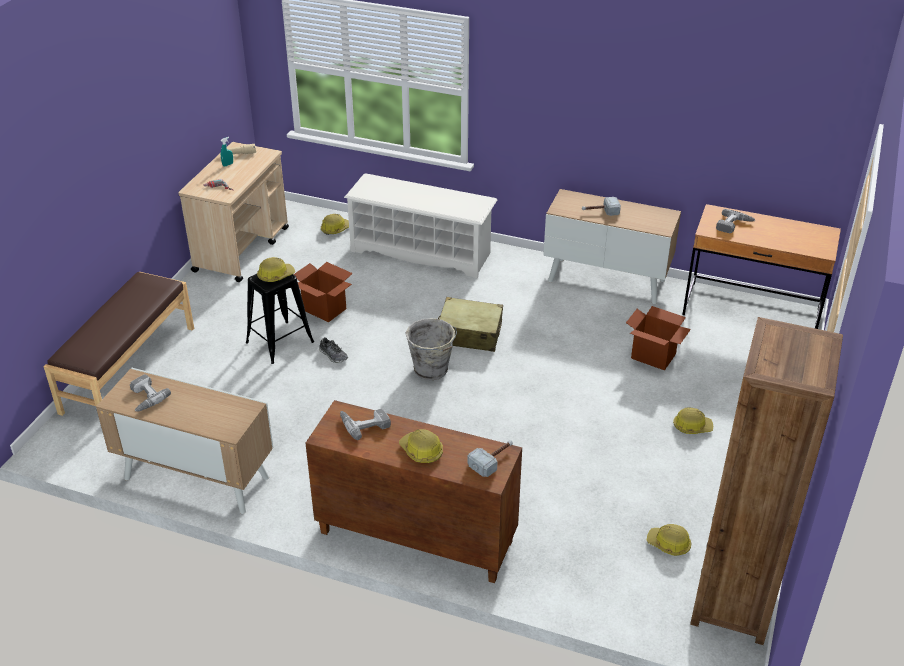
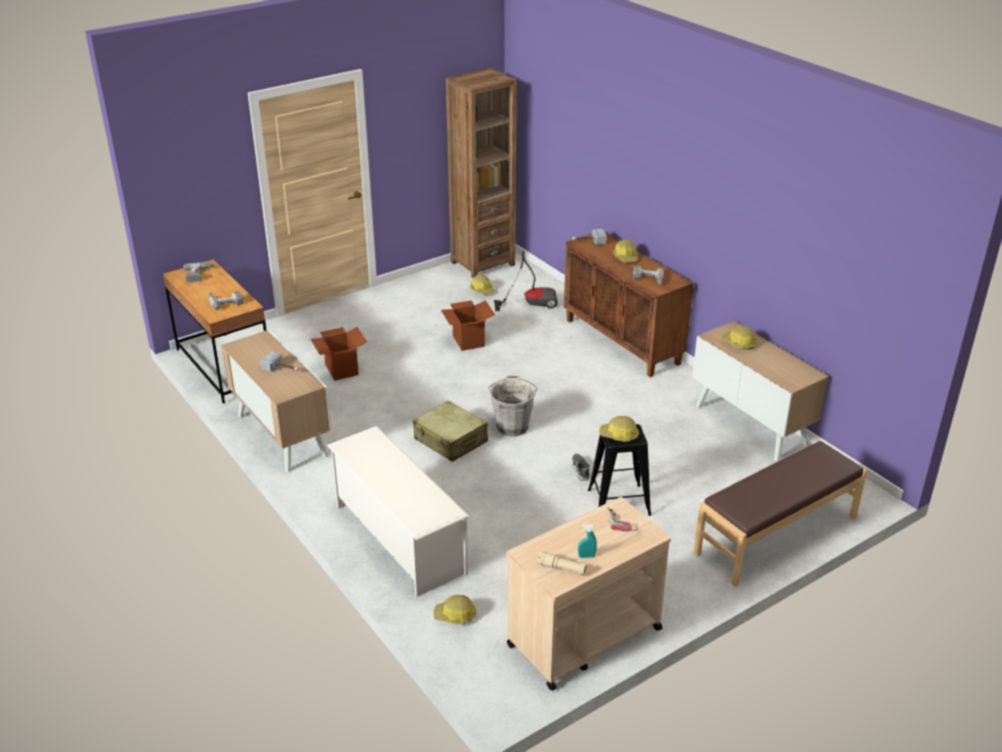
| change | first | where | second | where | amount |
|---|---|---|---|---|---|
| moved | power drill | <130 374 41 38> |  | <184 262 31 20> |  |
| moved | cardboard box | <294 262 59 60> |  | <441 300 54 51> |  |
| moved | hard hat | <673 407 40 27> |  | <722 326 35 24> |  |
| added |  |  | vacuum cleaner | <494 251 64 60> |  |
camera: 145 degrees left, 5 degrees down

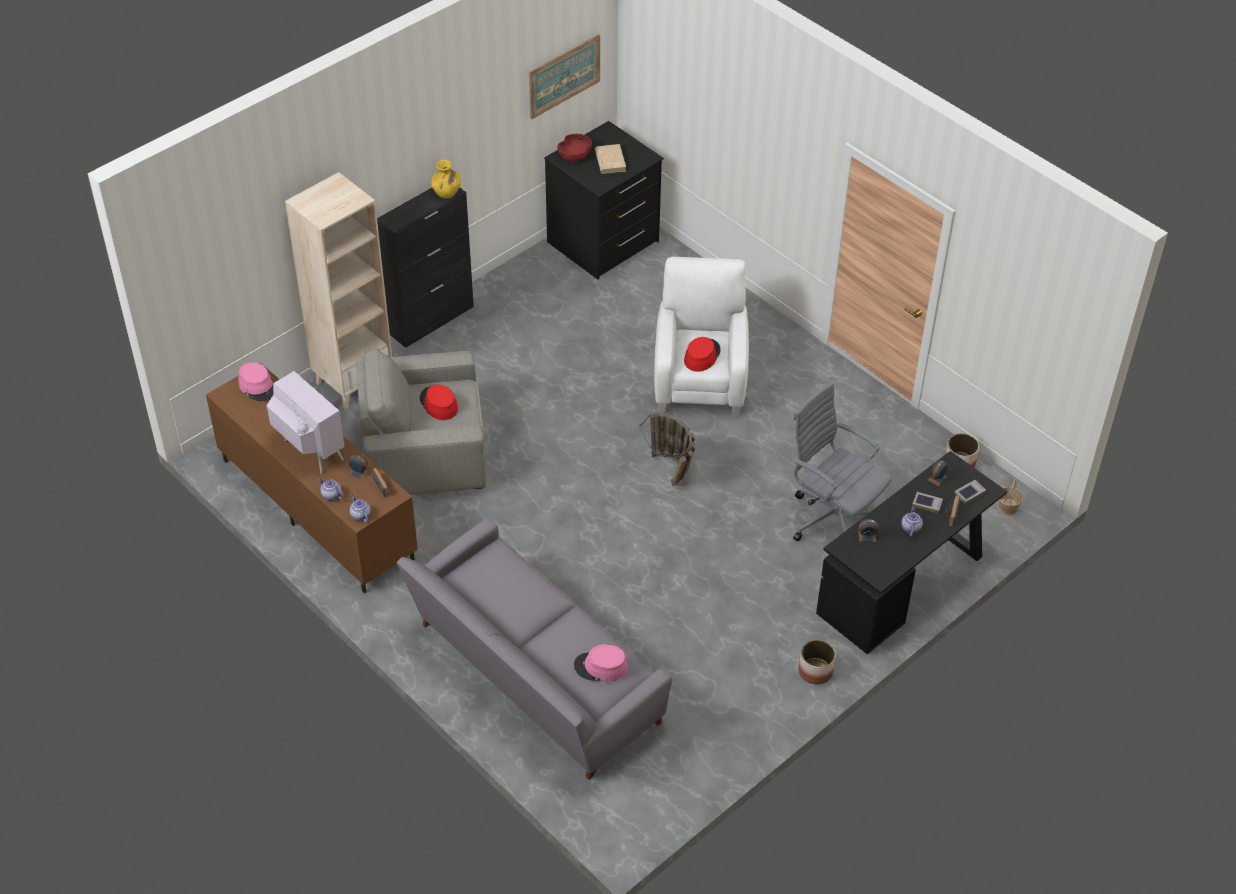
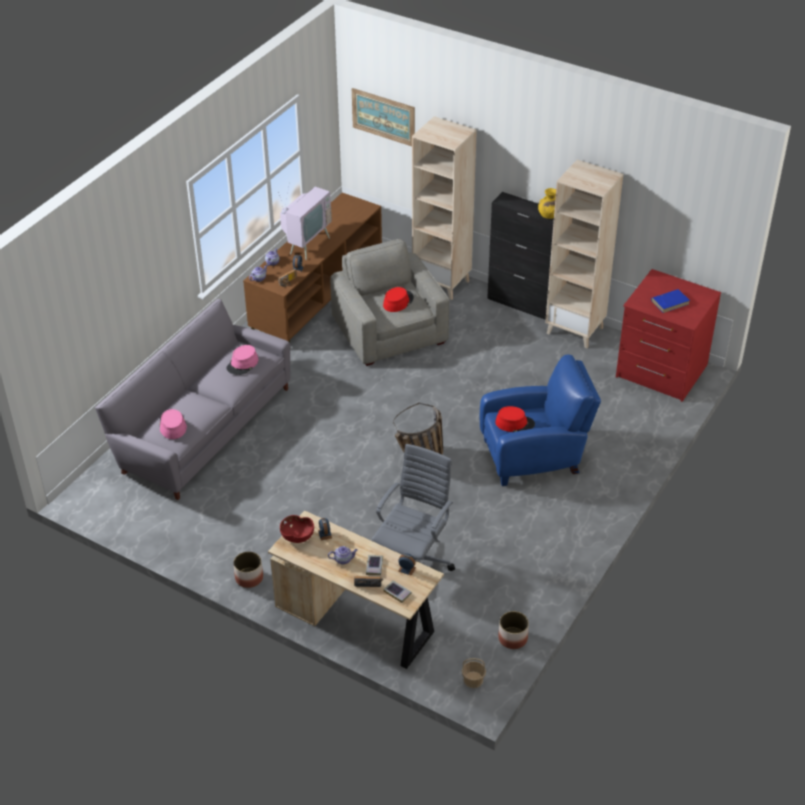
| change | first | where | second | where | amount |
|---|---|---|---|---|---|
| moved | hat (pink) | <238 362 36 39> |  | <227 345 31 30> |  |
| moved | picture | <529 34 71 85> |  | <352 88 63 58> |  |
| recoloured | dresser (black) | <544 121 120 159> | dresser (red) | <616 269 105 133> |  |
| moved | bowl (red) | <557 134 35 28> |  | <280 515 34 28> |  |
| recoloured | book (beige) | <595 144 31 30> | book (blue) | <651 289 39 24> |  |
| recoloured | armchair (white) | <654 257 95 159> | armchair (blue) | <480 354 121 132> |  |
| recoloured | desk (black) | <816 451 191 203> | desk (beige) | <268 510 176 159> |  |
| added |  |  | bookcase (beige) | <545 160 78 188> |  |
camera: 75 degrees right, 5 degrees down

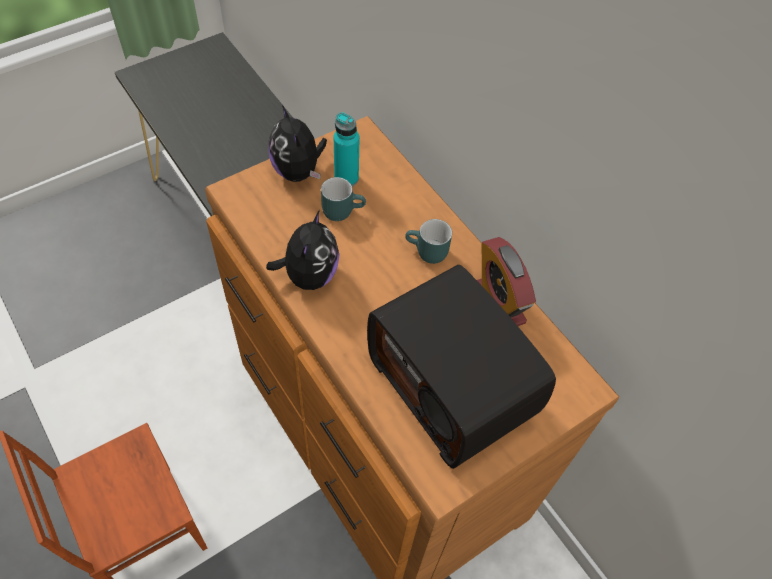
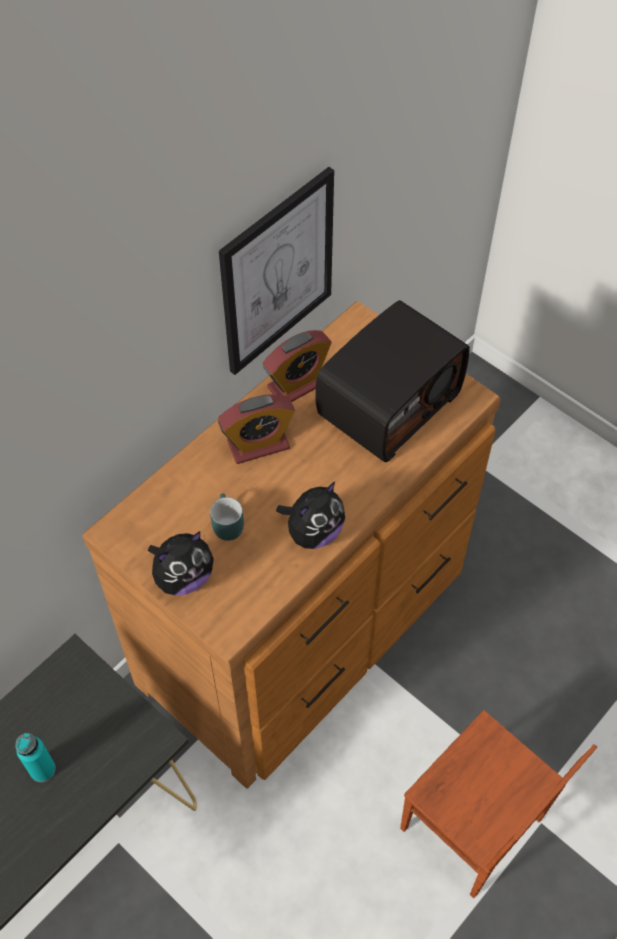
| change | first | where | second | where | amount |
|---|---|---|---|---|---|
| turned | plush toy | <266 210 74 80> |  | <276 482 69 67> | 135 degrees clockwise |
| moved | bottle (turquoise) | <334 112 26 75> |  | <15 733 41 49> |  |
| replaced | mug (turquoise) | <405 219 47 45> | alarm clock | <218 394 77 70> |  |
| added |  |  | picture | <219 167 115 208> |  |
camera: 100 degrees left, 0 degrees up

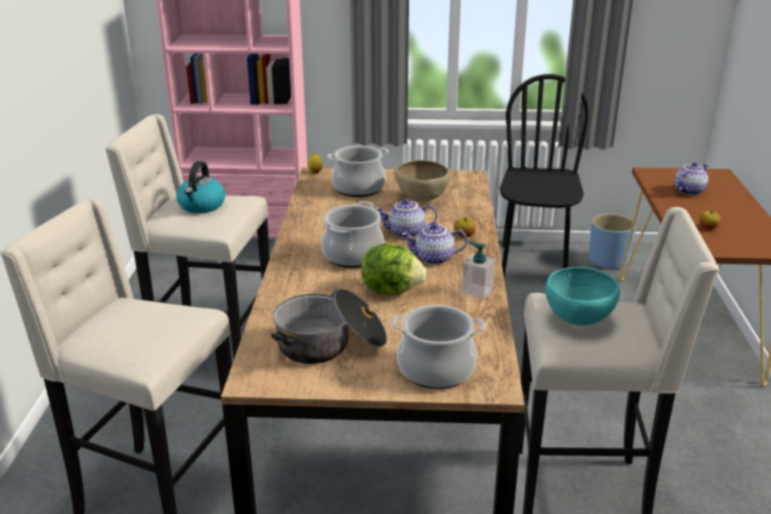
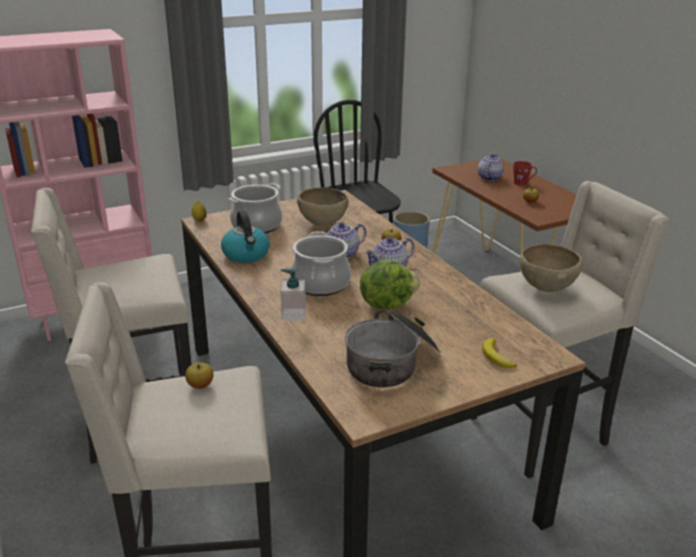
| change | first | where | second | where | amount |
|---|---|---|---|---|---|
| moved | kettle | <176 161 49 52> |  | <221 210 49 53> |  |
| replaced | cooking pot | <391 305 94 84> | banana | <482 338 35 30> |  |
| moved | soap dispenser | <462 241 33 58> |  | <280 269 26 51> |  |
| recoloured | bowl (turquoise) | <545 267 75 59> | bowl (brown) | <520 244 63 48> |  |
| added |  |  | apple | <185 362 28 27> |  |
| added |  |  | mug (red) | <513 161 24 25> |  |
camera: 30 degrees left, 0 degrees up

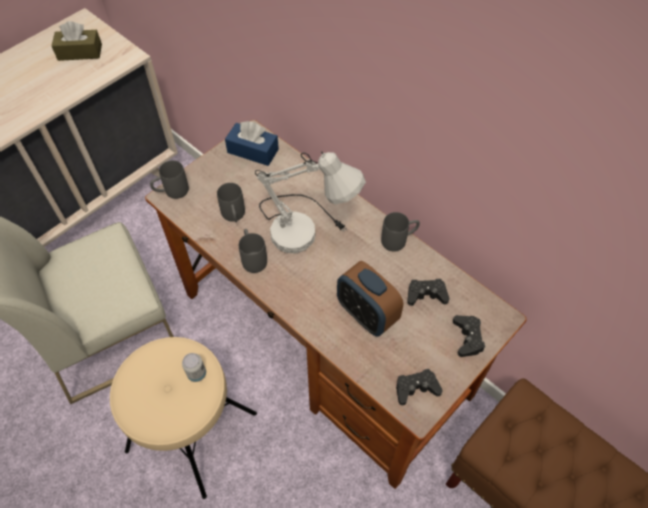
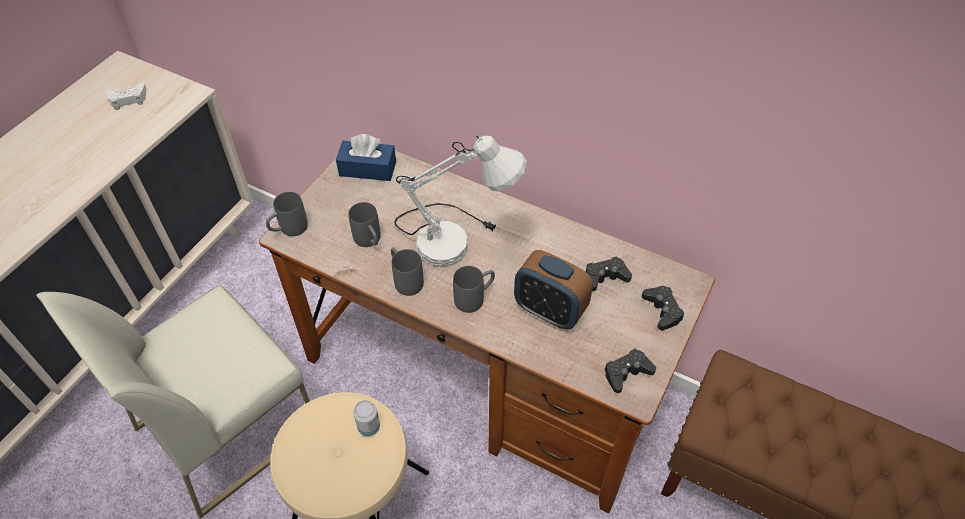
| change | first | where | second | where | amount |
|---|---|---|---|---|---|
| replaced | tissue box (brown) | <52 21 50 40> | game controller (white) | <106 83 40 27> |  |
| moved | mug (grey) | <381 212 39 40> |  | <453 266 42 47> |  |
camera: 15 degrees left, 5 degrees down

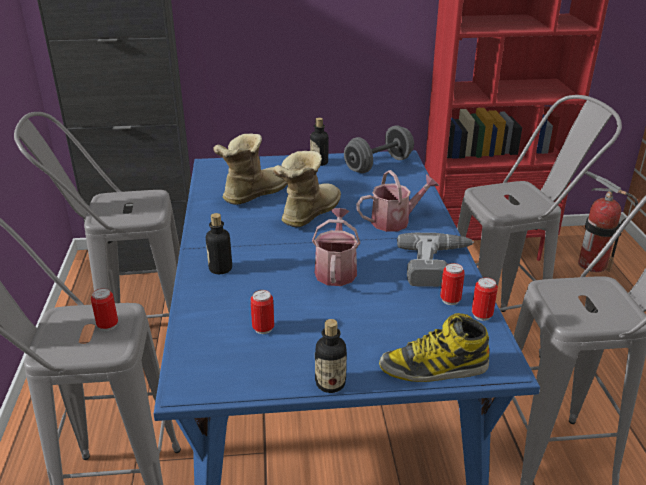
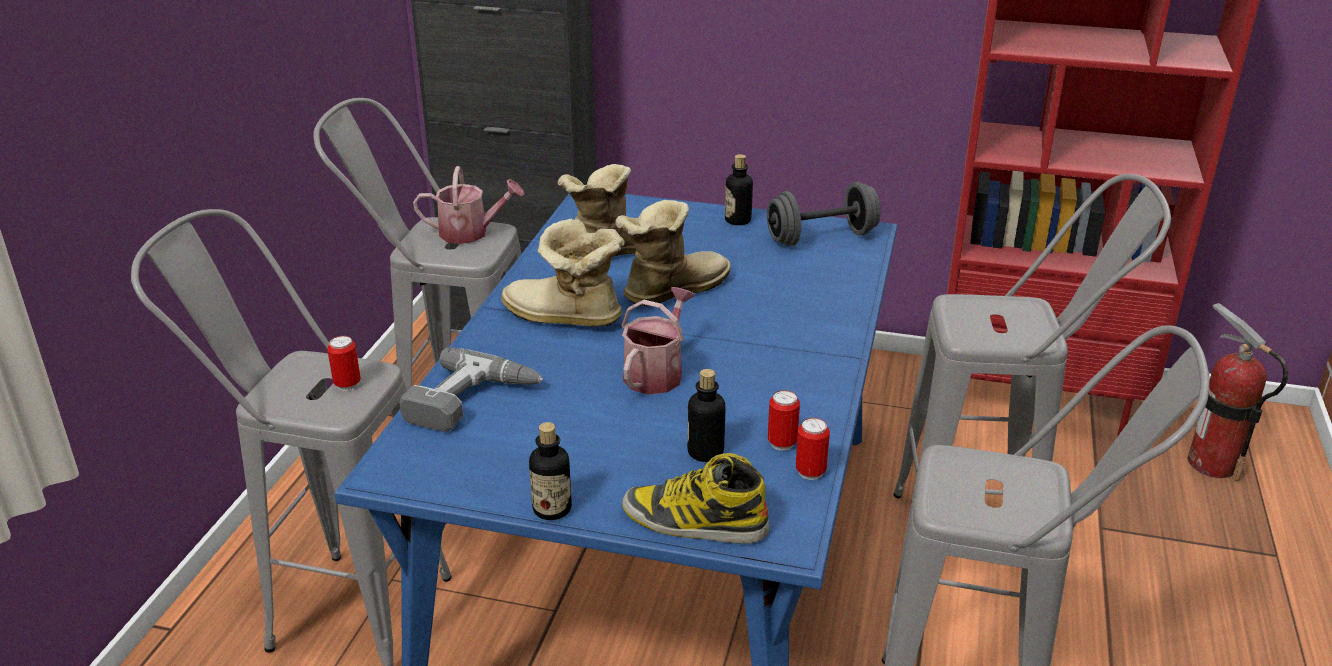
| change | first | where | second | where | amount |
|---|---|---|---|---|---|
| moved | bottle | <206 213 26 61> |  | <687 369 39 93> |  |
| removed | can | <251 290 23 44> |  |  |  |
| moved | watering can | <356 170 83 62> |  | <413 166 111 78> |  |
| moved | power drill | <397 233 77 54> |  | <399 348 144 84> |  |
| added |  |  | boot | <501 219 124 108> |  |
camera: 20 degrees right, 0 degrees up

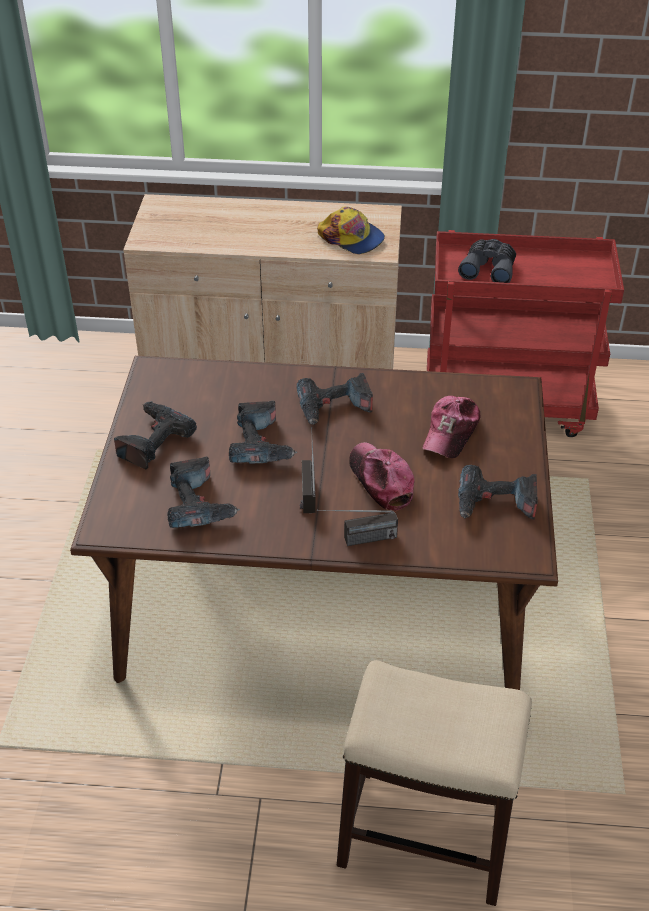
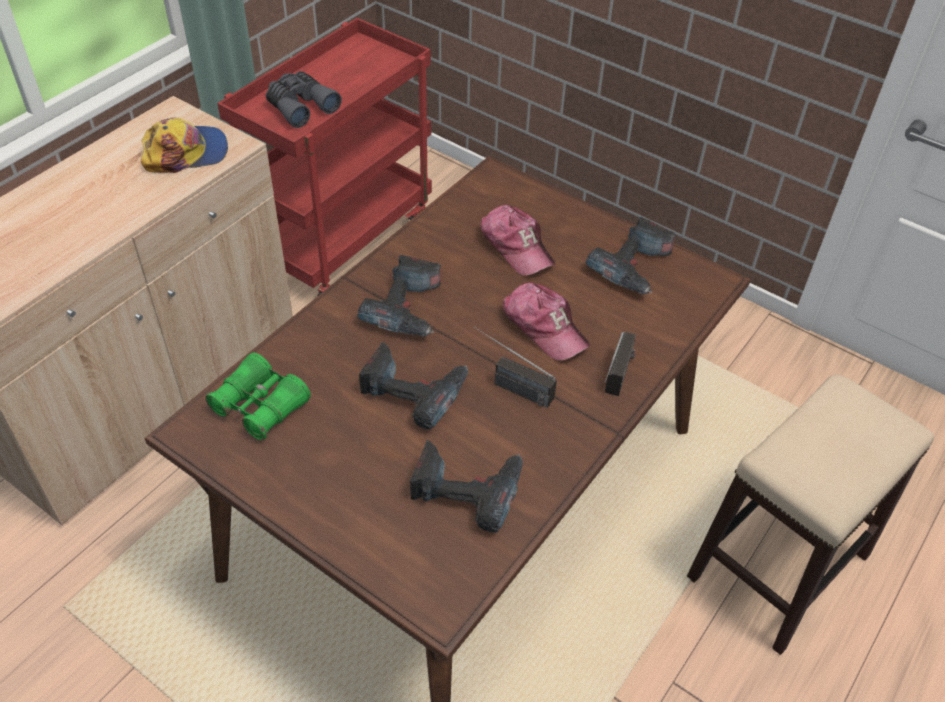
| change | first | where | second | where | amount |
|---|---|---|---|---|---|
| removed | power drill | <114 401 83 69> |  |  |  |
| turned | cap | <349 442 65 69> |  | <503 283 87 77> | 135 degrees counterclockwise |
| added |  |  | binoculars (green) | <205 353 106 87> |  |
camera: 60 degrees left, 5 degrees up

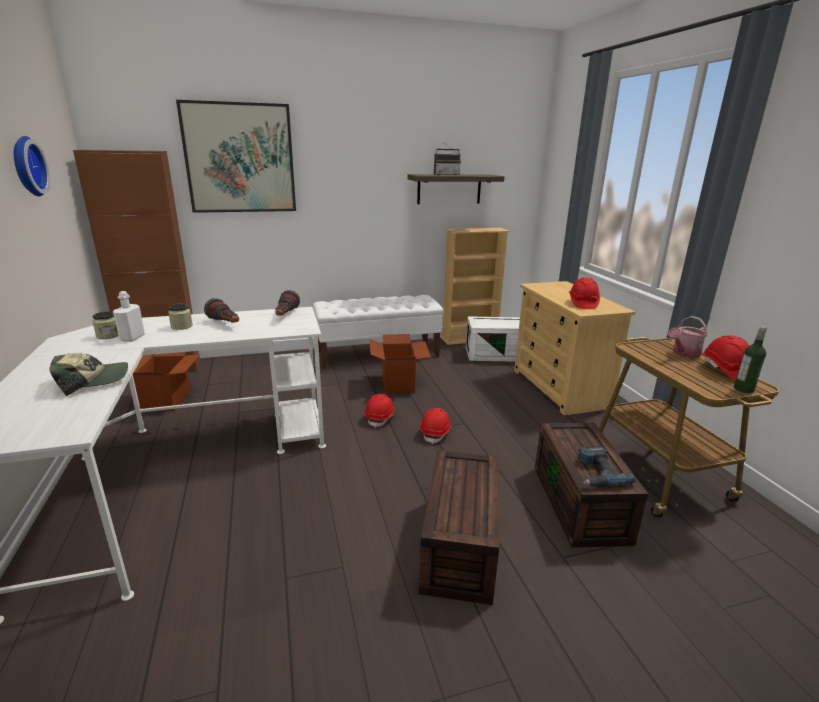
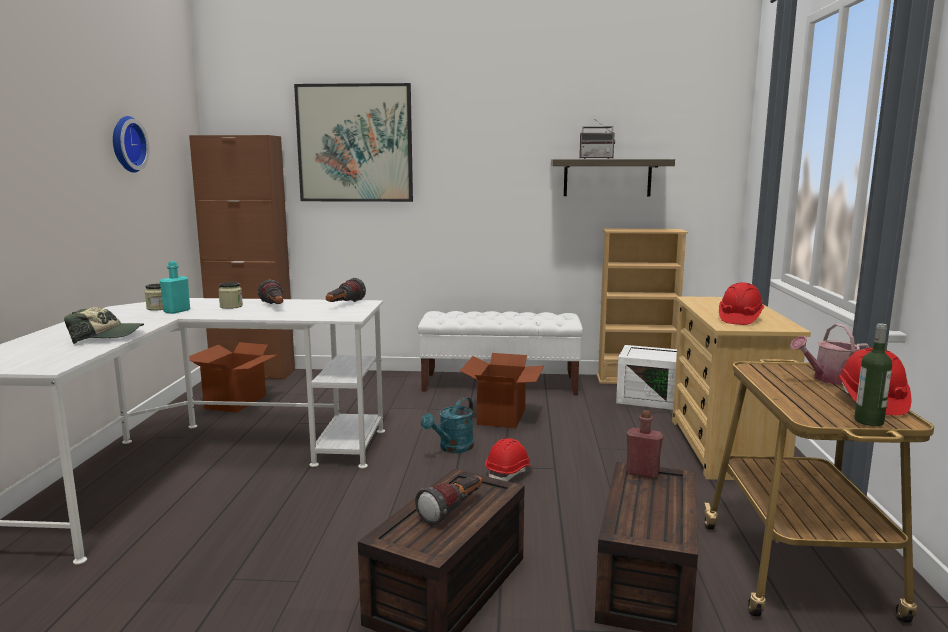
| change | first | where | second | where | amount |
|---|---|---|---|---|---|
| recoloured | bottle (white) | <113 291 32 51> | bottle (turquoise) | <160 261 30 53> |  |
| replaced | hard hat (red) | <364 394 32 34> | watering can (turquoise) | <421 397 53 56> |  |
| removed | power drill | <577 446 59 41> |  |  |  |
| added |  |  | flashlight | <415 475 67 50> |  |
| added |  |  | bottle (red) | <626 410 37 68> |  |
camera: 20 degrees right, 10 degrees down

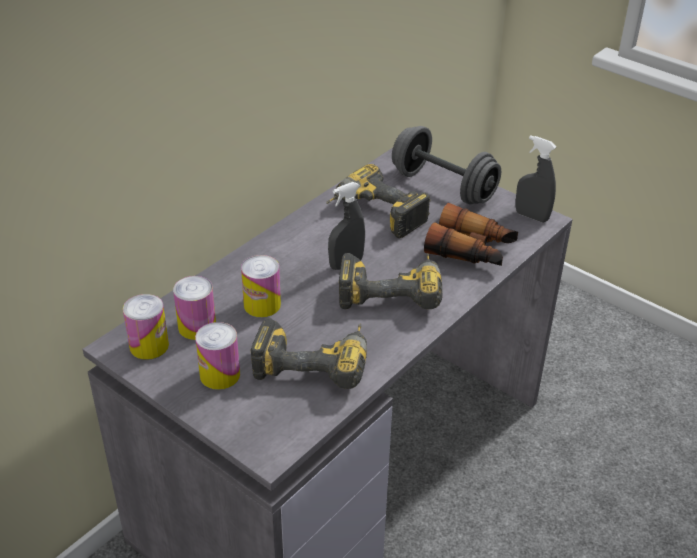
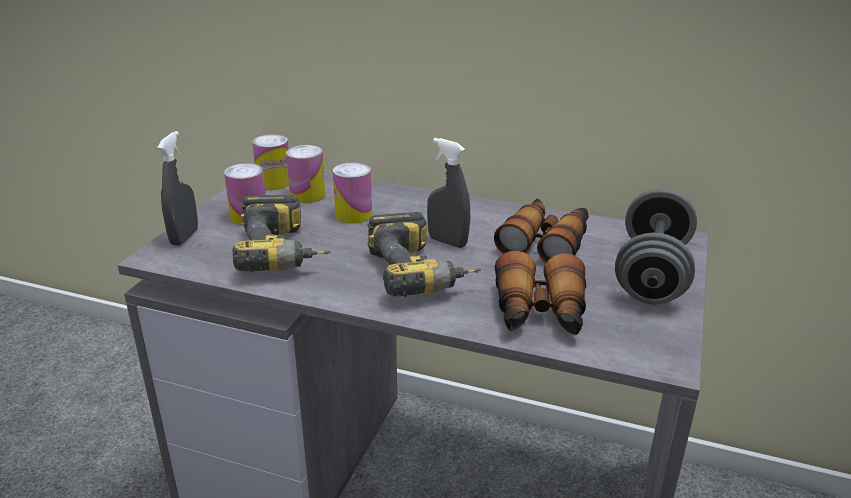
| change | first | where | second | where | amount |
|---|---|---|---|---|---|
| replaced | power drill | <326 164 105 74> | binoculars | <494 199 95 64> |  |
| moved | spray bottle (grey) | <516 135 41 87> |  | <157 131 41 115> |  |
camera: 70 degrees right, 10 degrees down

